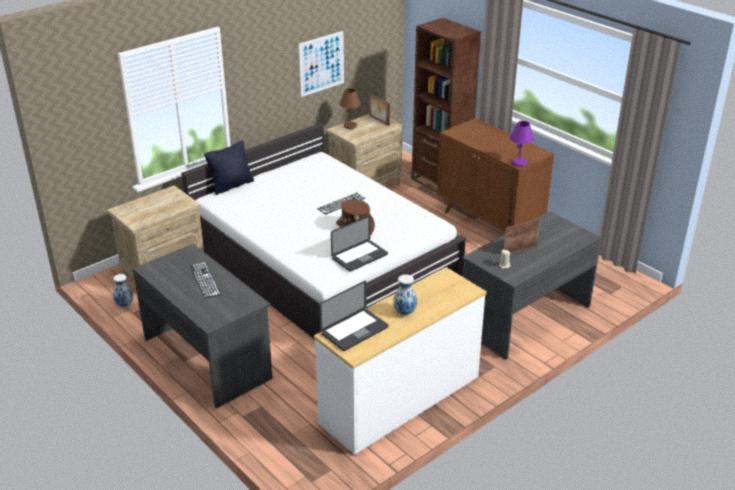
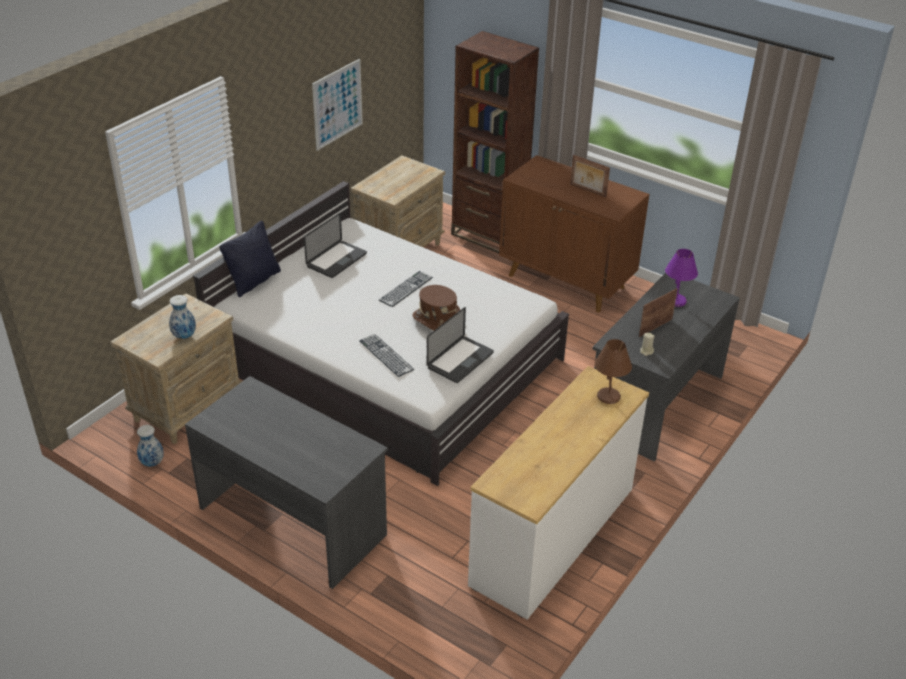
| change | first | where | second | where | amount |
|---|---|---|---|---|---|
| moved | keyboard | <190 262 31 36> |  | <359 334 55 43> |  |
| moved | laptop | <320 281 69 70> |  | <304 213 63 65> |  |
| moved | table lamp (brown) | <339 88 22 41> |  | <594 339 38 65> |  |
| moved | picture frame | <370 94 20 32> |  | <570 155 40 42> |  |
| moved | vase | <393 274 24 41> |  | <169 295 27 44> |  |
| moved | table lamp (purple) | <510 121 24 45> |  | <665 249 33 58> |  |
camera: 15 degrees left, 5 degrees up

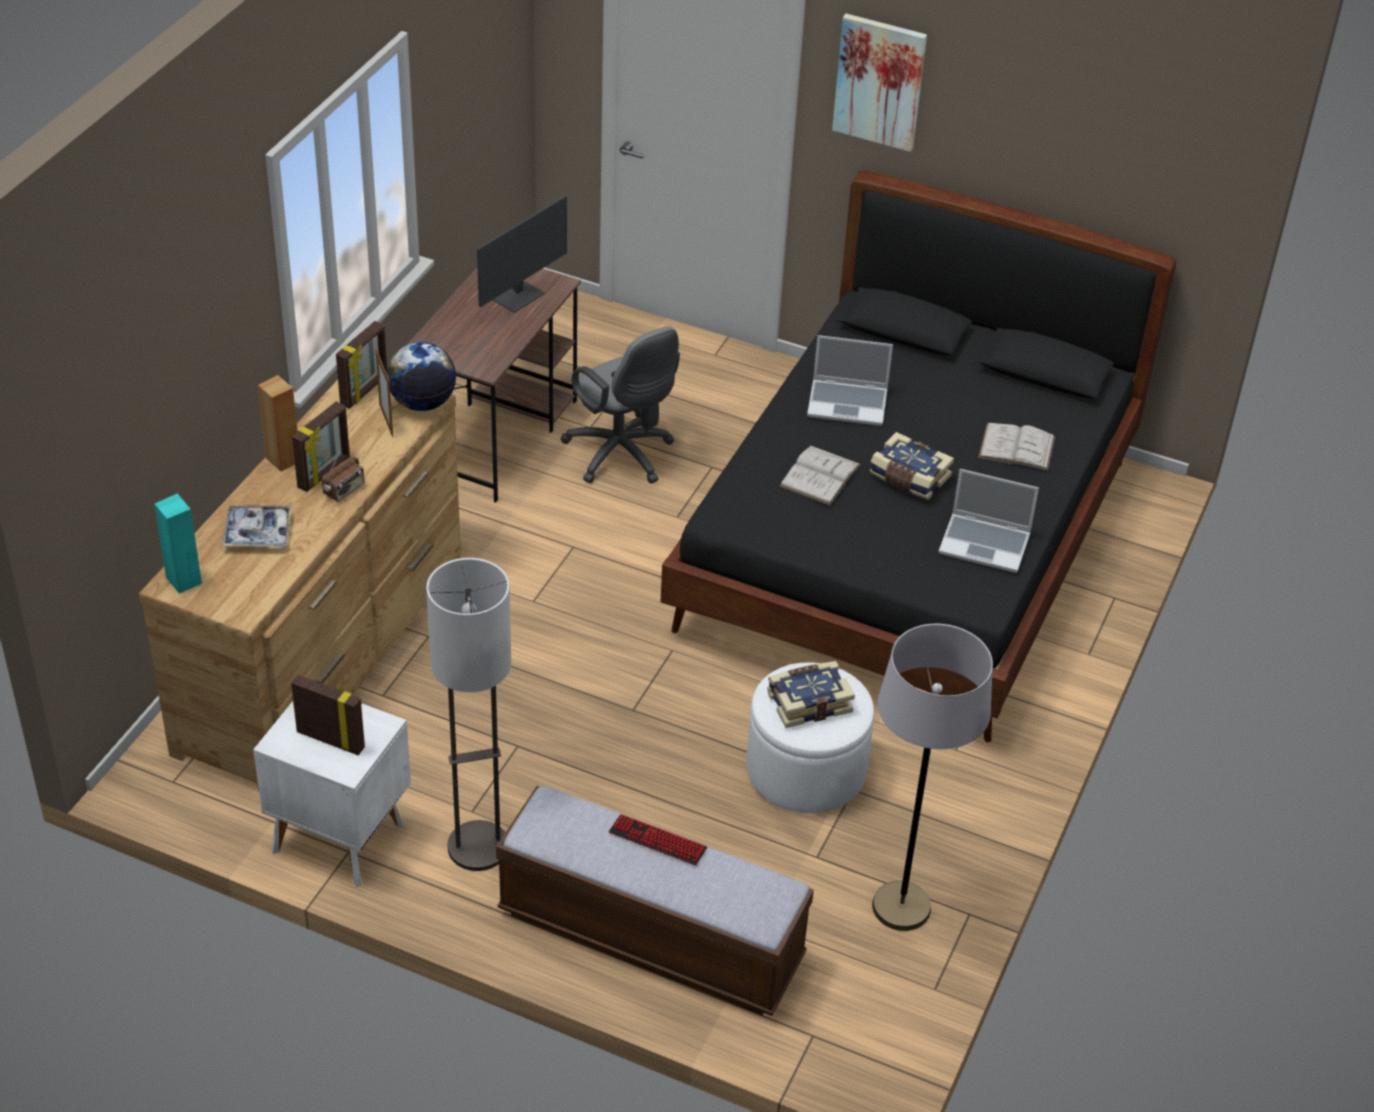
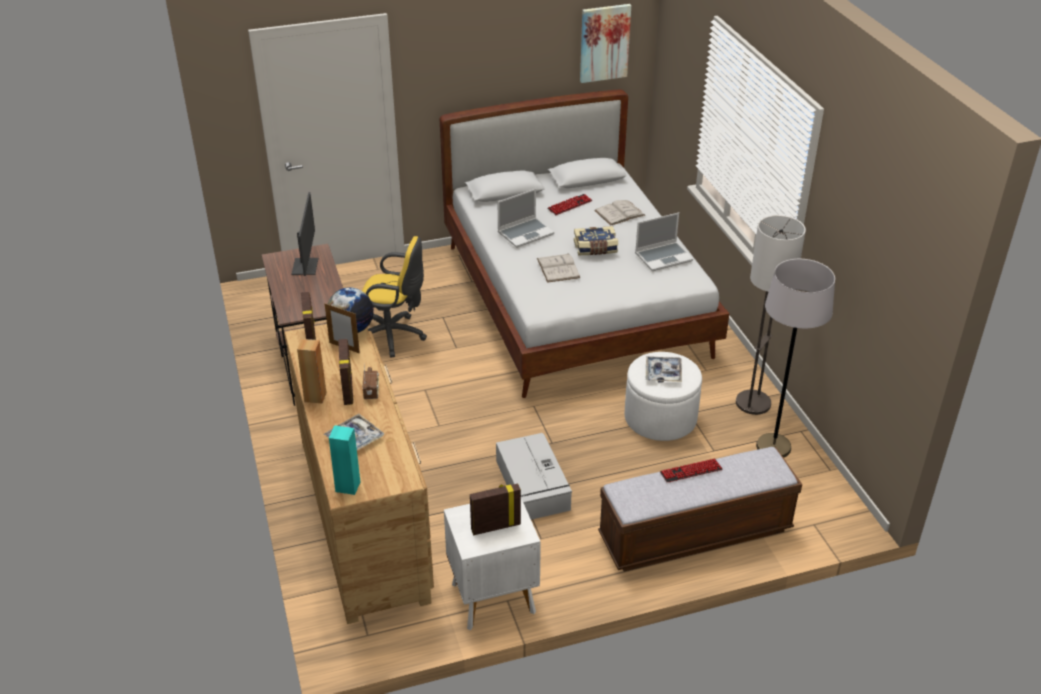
| change | first | where | second | where | amount |
|---|---|---|---|---|---|
| moved | floor lamp | <426 558 85 313> |  | <736 215 70 200> |  |
| recoloured | office chair (grey) | <560 327 120 157> | office chair (yellow) | <362 236 65 121> |  |
| recoloured | bed (black) | <661 170 515 573> | bed (white) | <440 89 289 309> |  |
| replaced | book | <767 661 88 67> | tray | <646 356 36 26> |  |
| moved | picture | <832 14 95 138> |  | <580 4 51 79> |  |
| added |  |  | storage box (grey) | <496 433 76 87> |  |
| added |  |  | keyboard | <547 194 45 21> |  |
camera: 40 degrees left, 5 degrees down

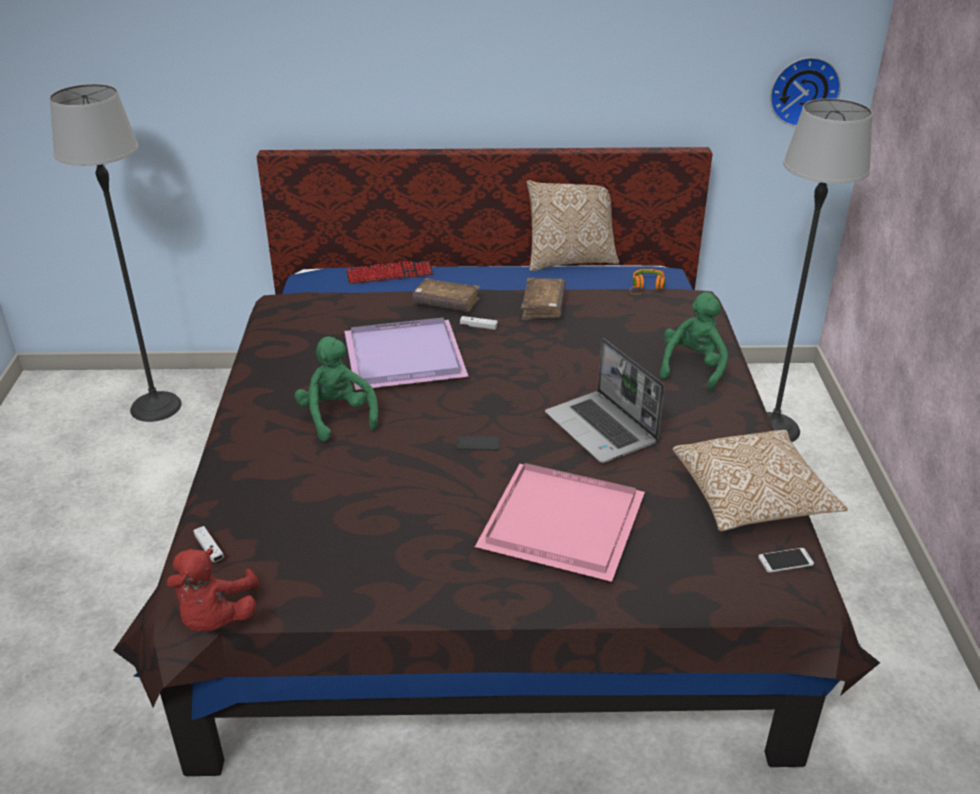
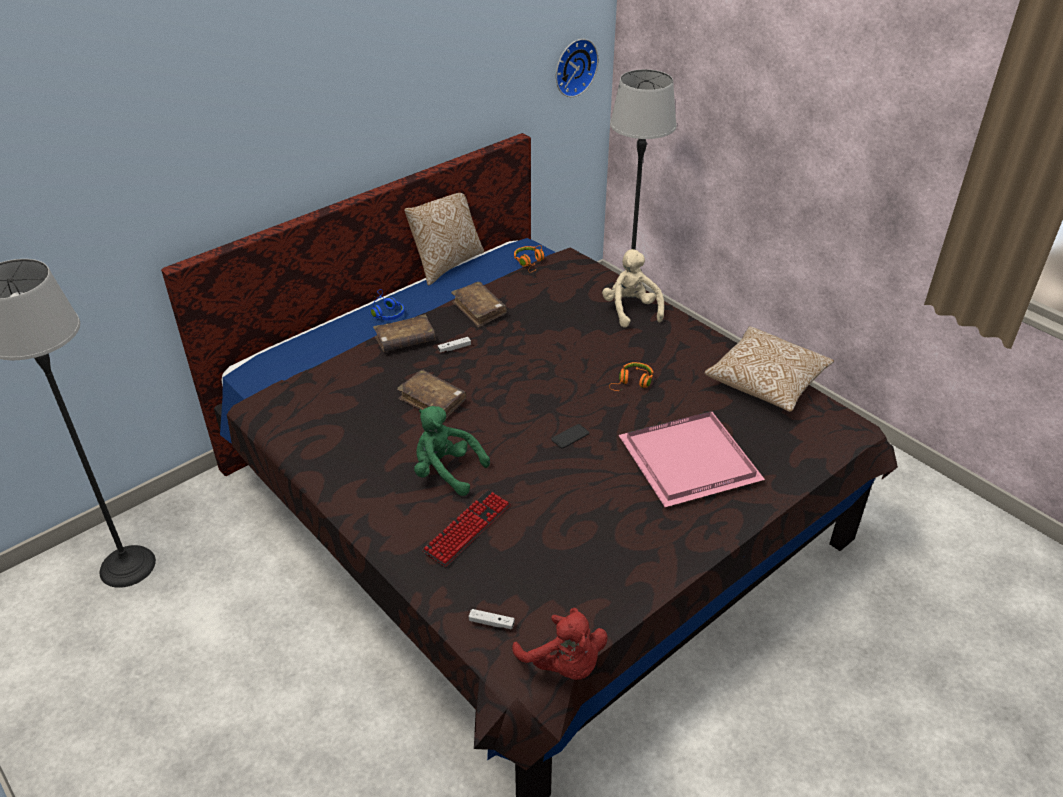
| change | first | where | second | where | amount |
|---|---|---|---|---|---|
| replaced | tray (purple) | <344 317 125 73> | book (brown) | <397 370 69 49> |  |
| moved | keyboard | <346 261 87 23> |  | <422 490 89 77> |  |
| replaced | laptop | <545 338 120 125> | headphones (orange) | <609 362 44 29> |  |
| recoloured | plush toy (green) | <660 292 68 99> | plush toy (beige) | <602 249 62 79> |  |
| removed | phone | <758 548 56 25> |  |  |  |
| added |  |  | headphones (blue) | <371 289 33 32> |  |
camera: 40 degrees left, 5 degrees up

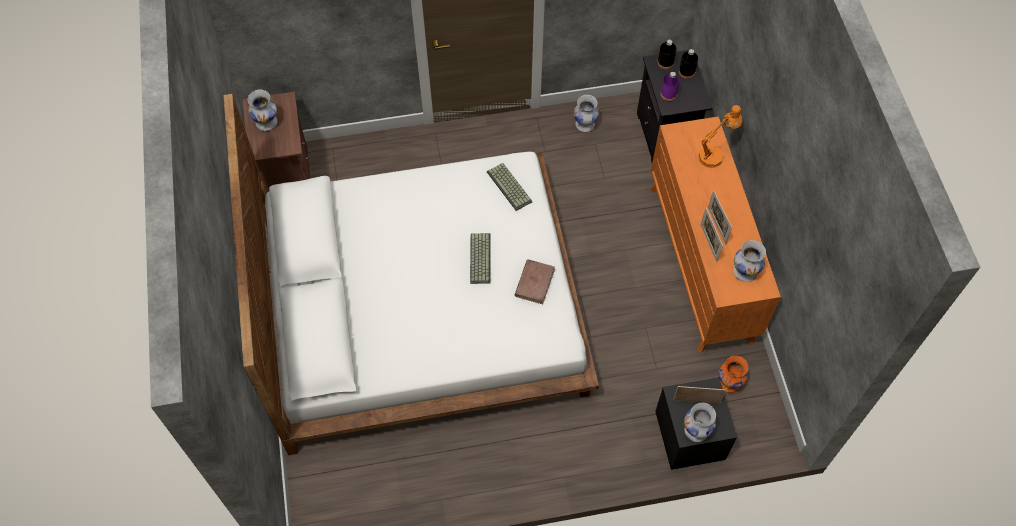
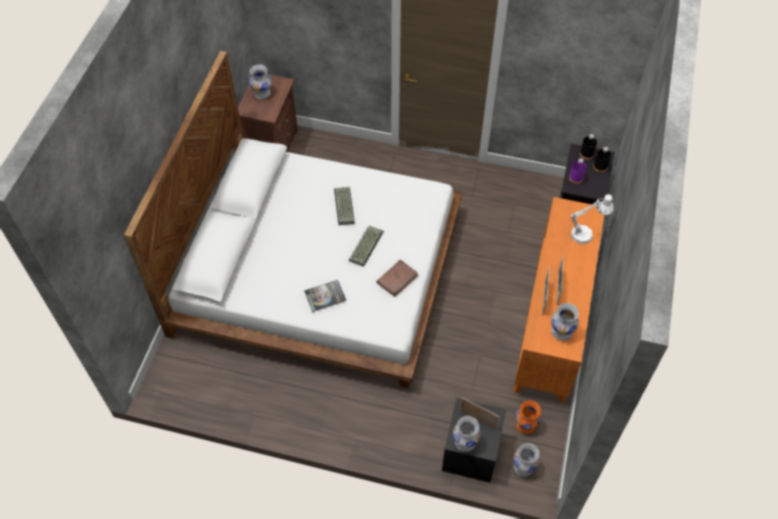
| change | first | where | second | where | amount |
|---|---|---|---|---|---|
| moved | keyboard | <487 163 45 48> |  | <334 187 21 38> |  |
| moved | vase (white) | <574 95 25 37> |  | <513 443 27 34> |  |
| recoloured | table lamp (orange) | <698 105 45 63> | table lamp (white) | <571 194 43 50> |  |
| added |  |  | book | <304 280 42 32> |  |
camera: 25 degrees right, 5 degrees down

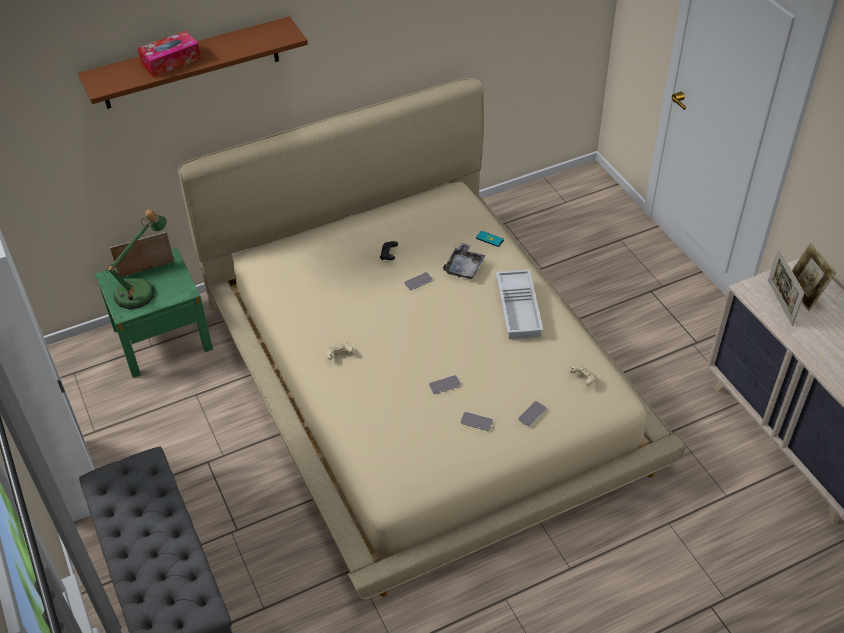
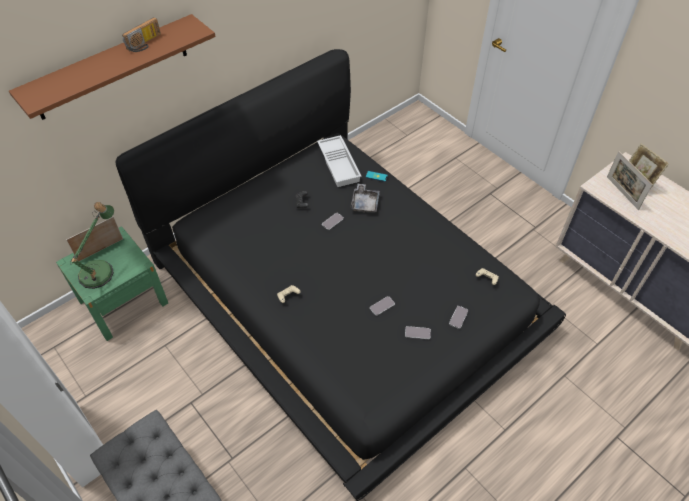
| change | first | where | second | where | amount |
|---|---|---|---|---|---|
| removed | tissue box | <137 31 64 46> |  |  |  |
| recoloured | bed (beige) | <178 78 508 521> | bed (black) | <115 49 451 452> |  |
| moved | tray (white) | <496 269 47 70> |  | <317 135 45 52> |  |
| added |  |  | radio | <122 17 39 35> |  |
camera: 15 degrees left, 5 degrees up

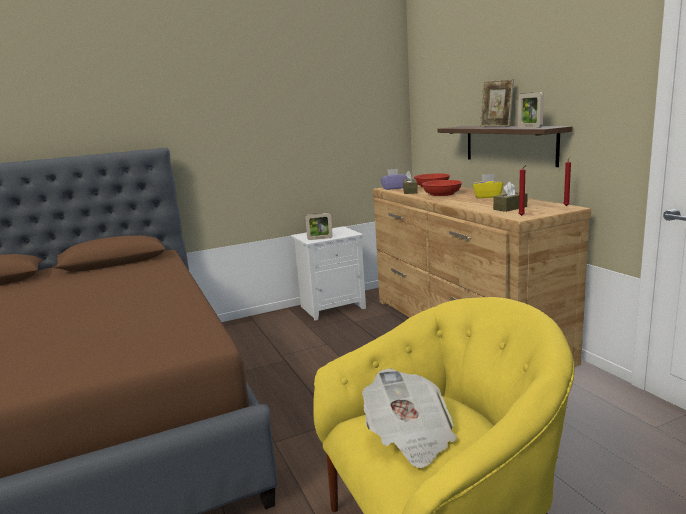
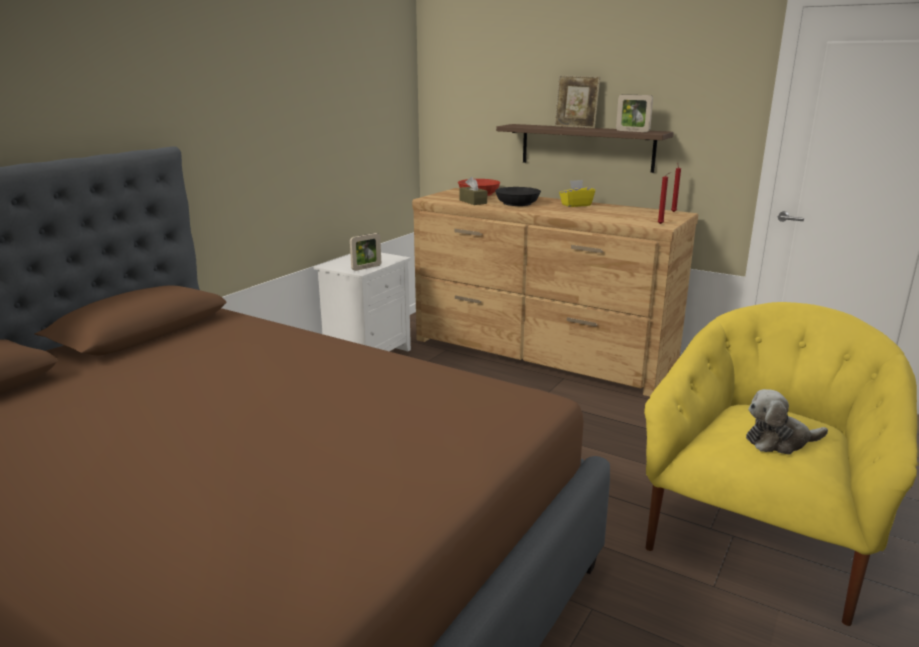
| change | first | where | second | where | amount |
|---|---|---|---|---|---|
| replaced | newspaper | <362 369 95 99> | plush toy | <746 389 82 66> |  |
| removed | tissue box (purple) | <380 169 27 21> |  |  |  |
| recoloured | bowl (red) | <422 180 40 16> | bowl (black) | <495 187 46 19> |  |
| removed | tissue box (brown) | <493 182 35 30> |  |  |  |
camera: 35 degrees left, 5 degrees up

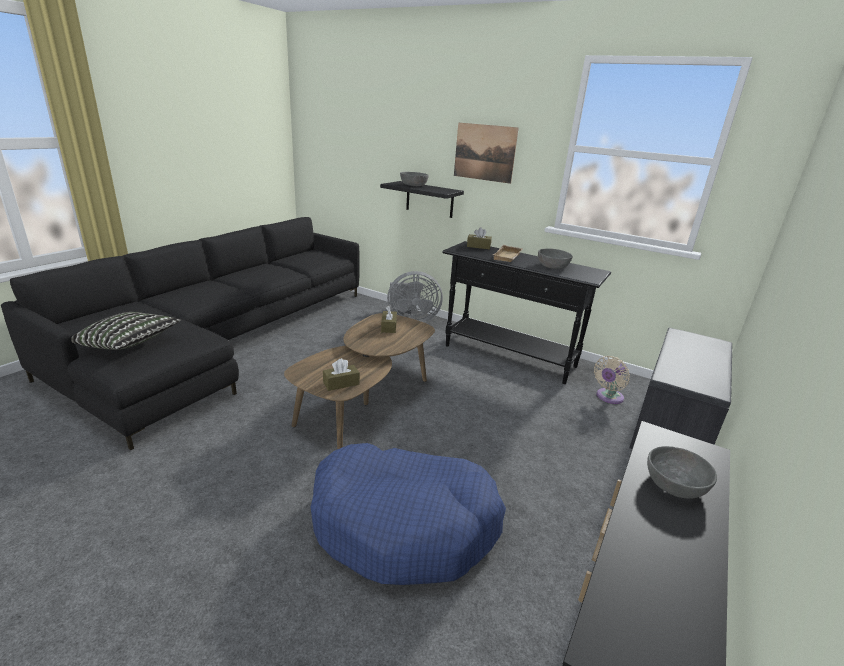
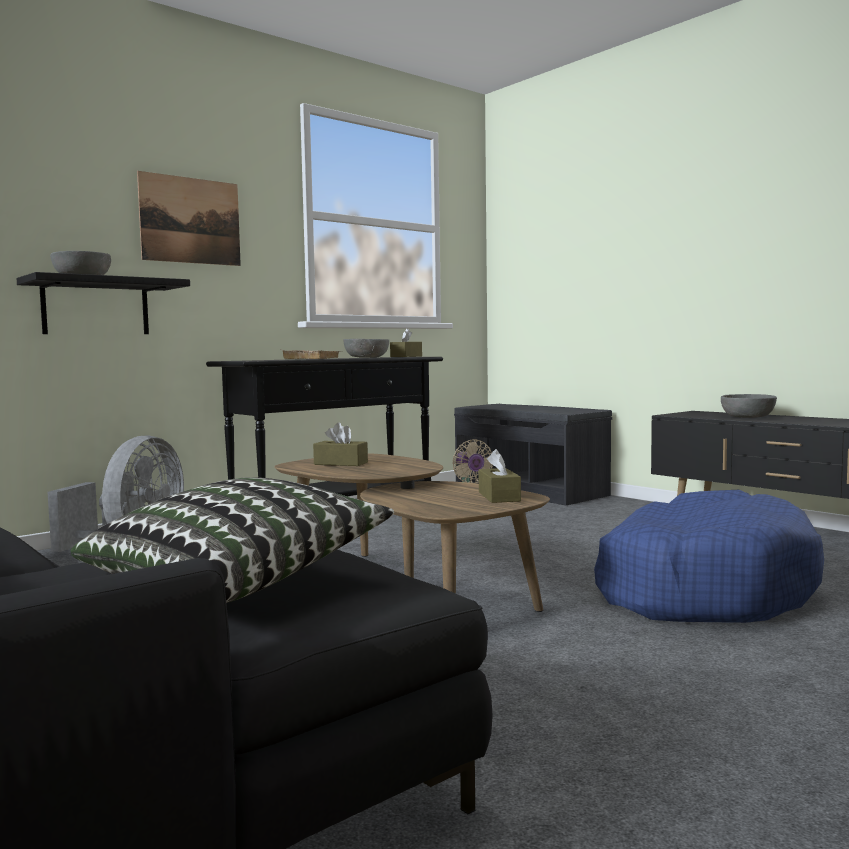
| change | first | where | second | where | amount |
|---|---|---|---|---|---|
| moved | tissue box (brown) | <467 227 25 22> |  | <390 328 32 29> |  |
camera: 70 degrees left, 20 degrees down

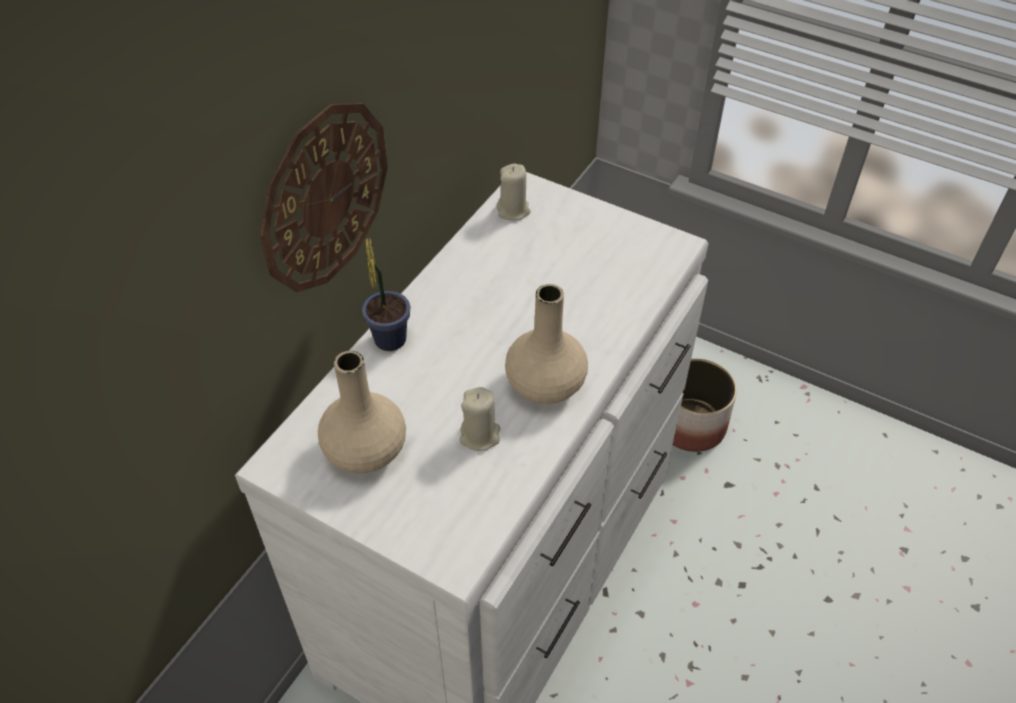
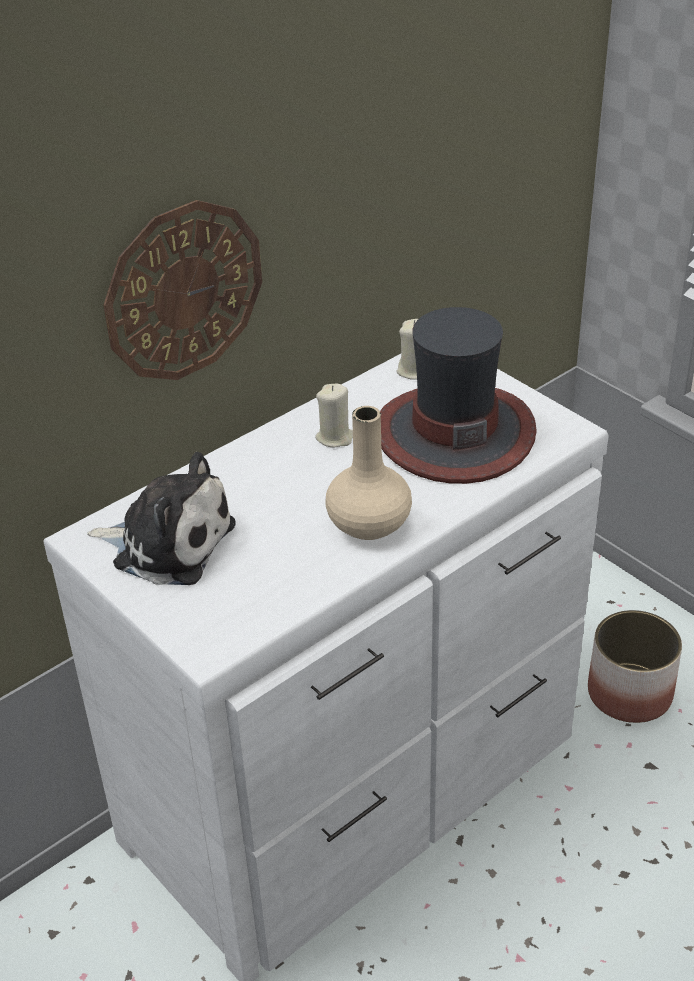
| change | first | where | second | where | amount |
|---|---|---|---|---|---|
| replaced | vase (beige) | <318 351 88 122> | plush toy | <87 452 148 133> |  |
| removed | potted plant | <362 238 48 113> |  |  |  |
| moved | candle (beige) | <460 387 40 64> |  | <315 384 38 64> |  |
| added |  |  | hat | <380 307 157 177> |  |
camera: 20 degrees right, 10 degrees down

